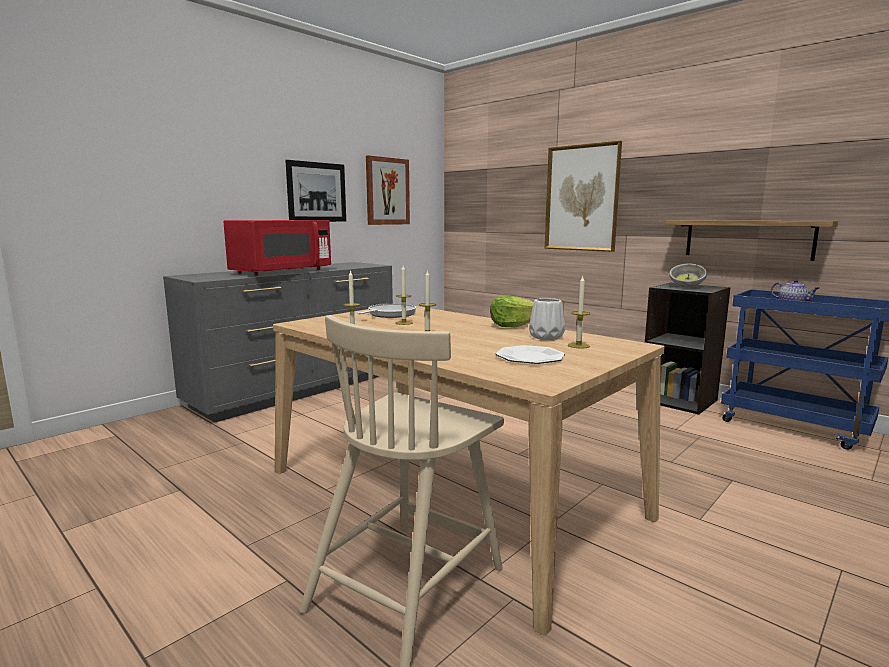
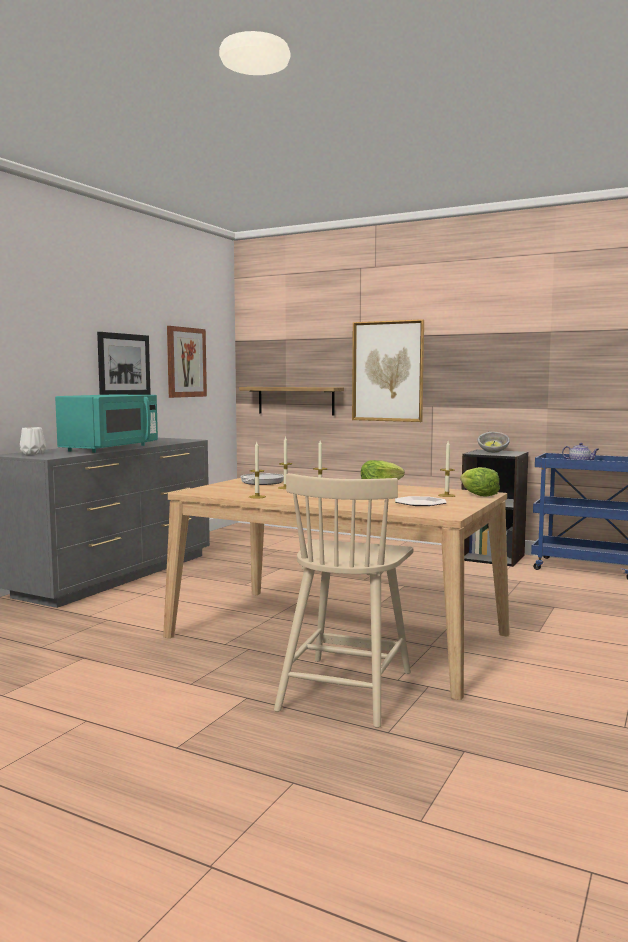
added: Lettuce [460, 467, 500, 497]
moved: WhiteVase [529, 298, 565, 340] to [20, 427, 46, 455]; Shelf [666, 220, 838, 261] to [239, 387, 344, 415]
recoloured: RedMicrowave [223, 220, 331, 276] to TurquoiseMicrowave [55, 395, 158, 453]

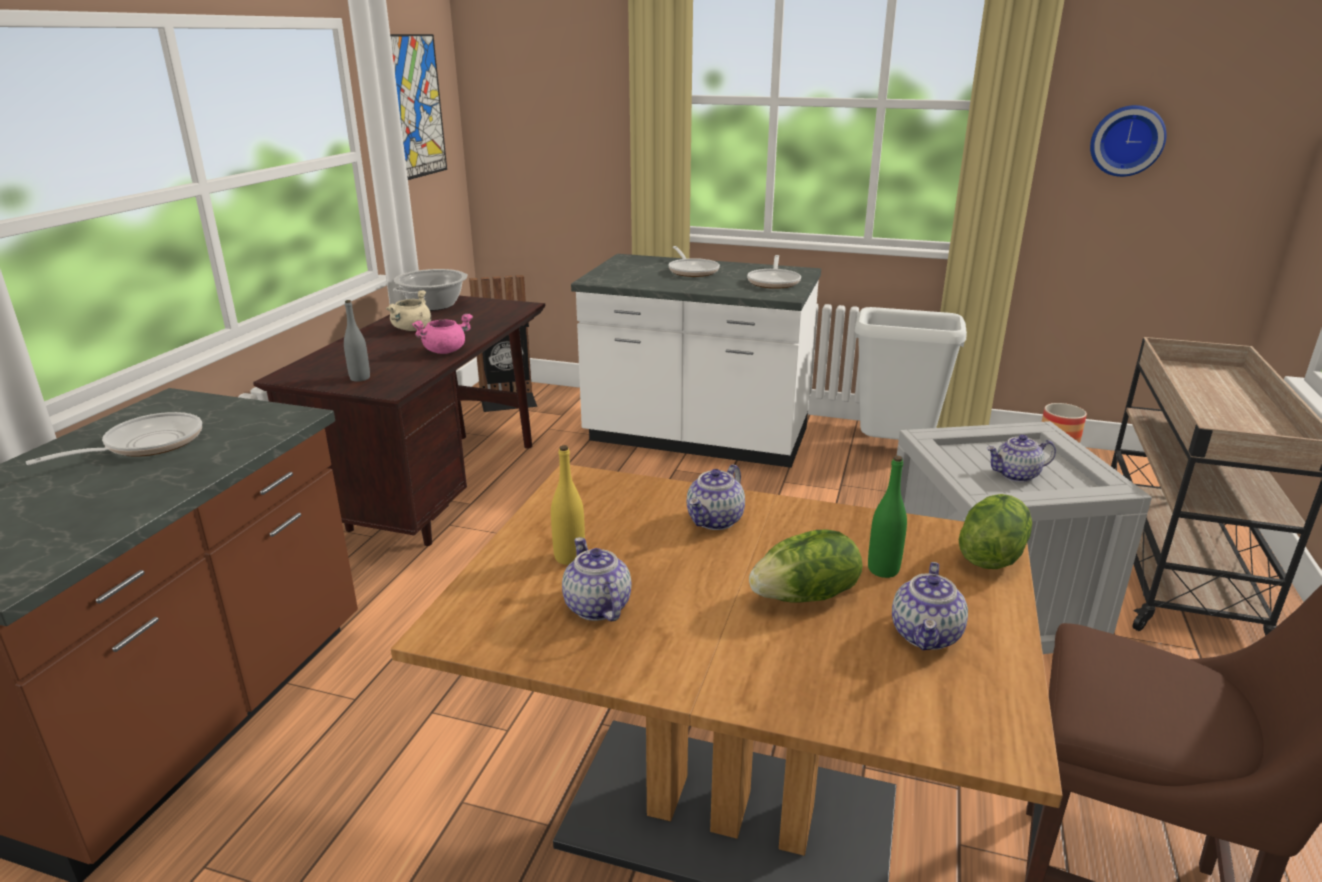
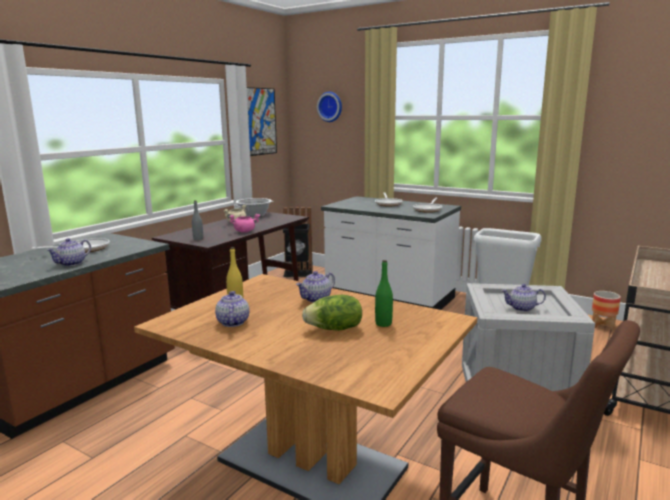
removed: Lettuce [959, 494, 1032, 569]
moved: Teapot [892, 562, 968, 650] to [47, 238, 91, 266]; WallClock [1090, 105, 1167, 177] to [317, 92, 342, 122]

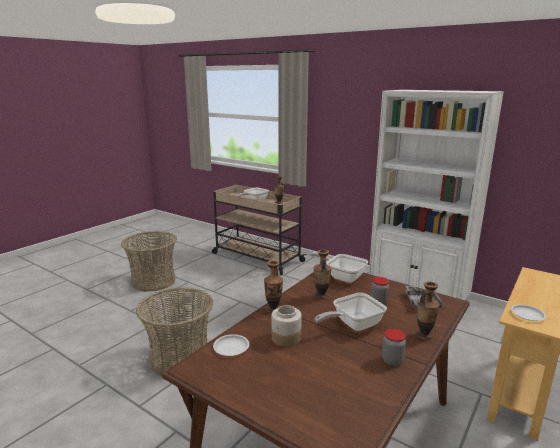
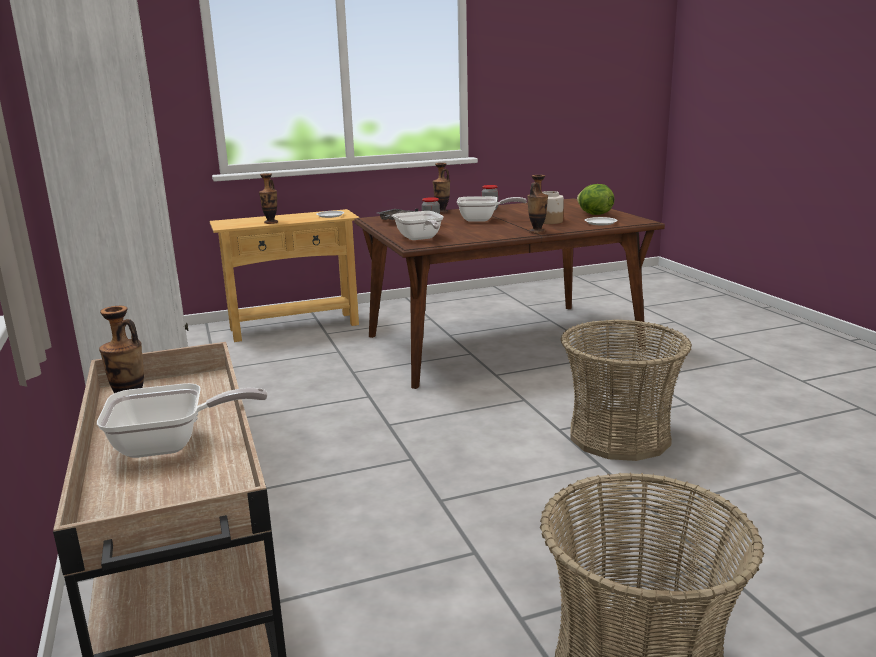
added: Lettuce [577, 184, 614, 215]
moved: Vase [314, 249, 332, 300] to [259, 173, 278, 224]

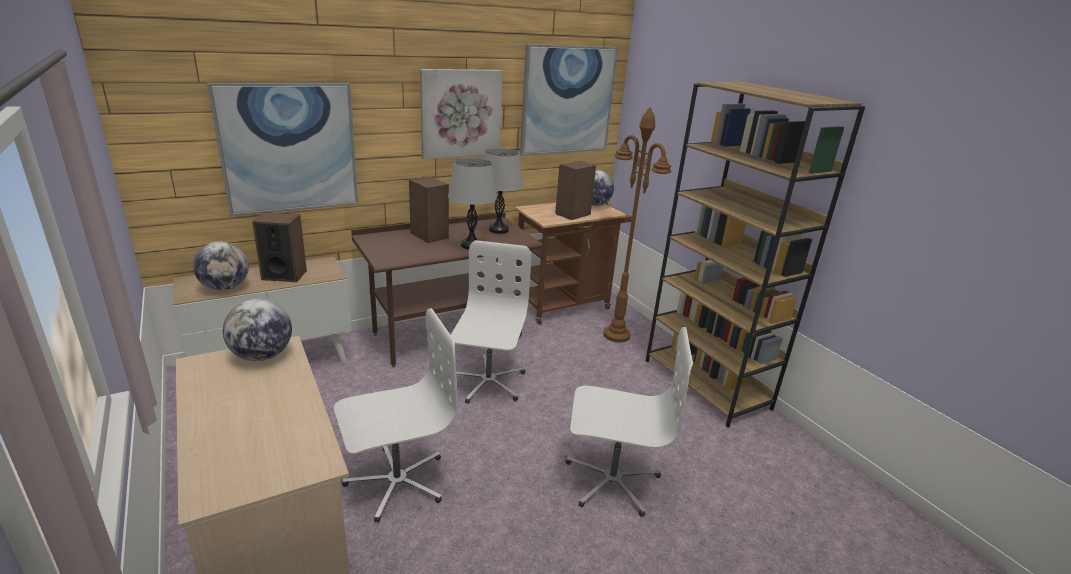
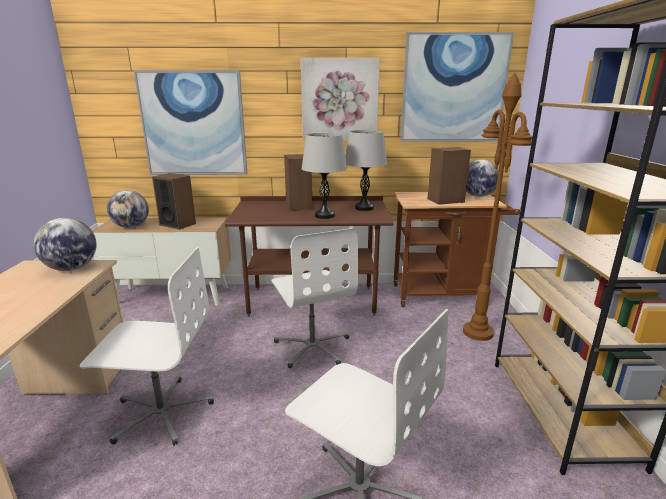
turned: WhiteOfficeChair [449, 240, 531, 404] = [271, 228, 358, 368] 120 degrees clockwise

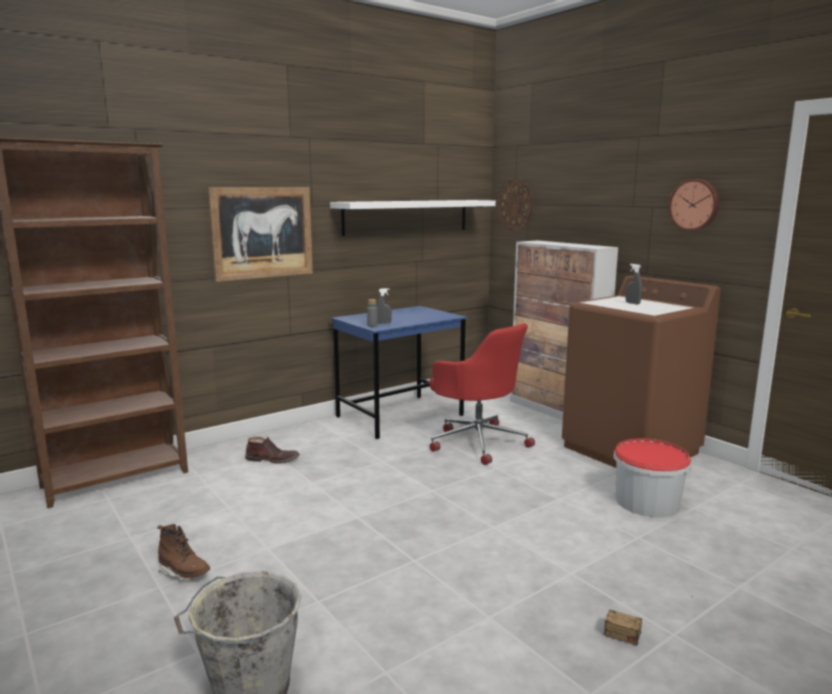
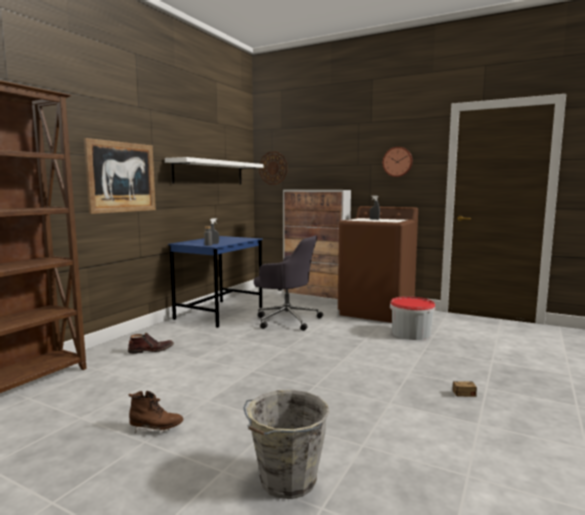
recoloured: RedOfficeChair [429, 323, 535, 465] to GreyOfficeChair [254, 235, 323, 331]

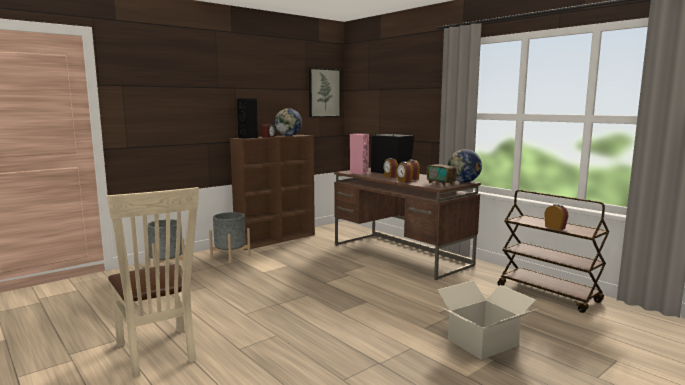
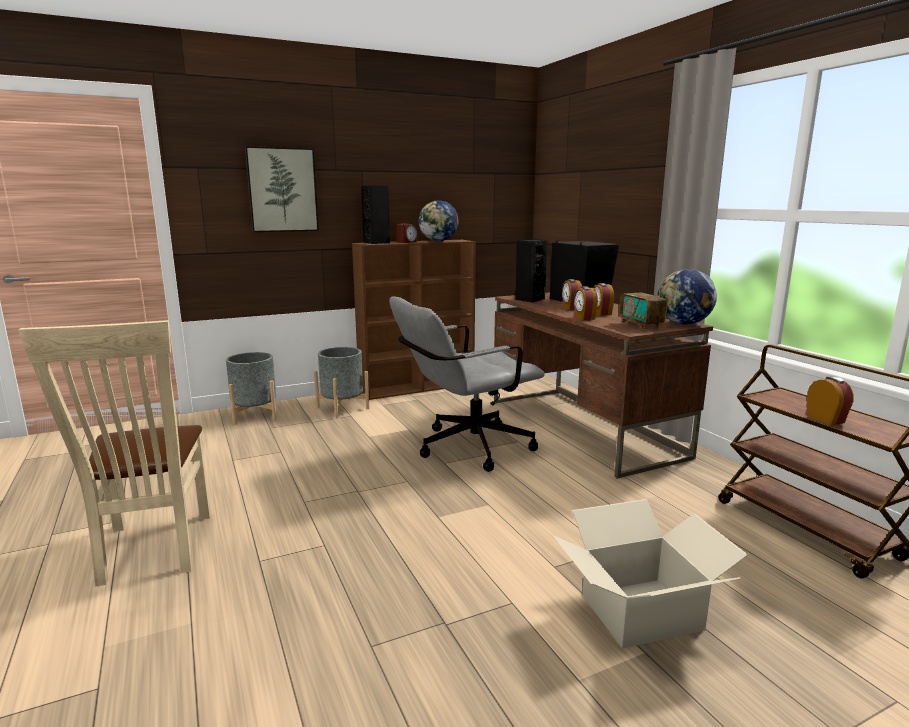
added: GreyOfficeChair [389, 296, 545, 472]
moved: Picture [309, 68, 341, 117] to [245, 146, 319, 232]
recoloured: PinkSpeaker [350, 134, 369, 175] to BlackSpeaker [515, 239, 548, 303]

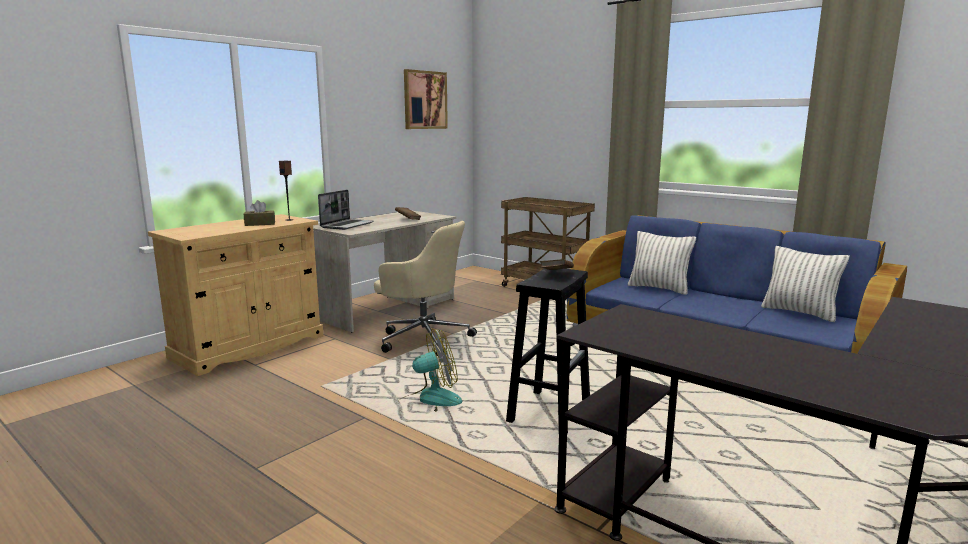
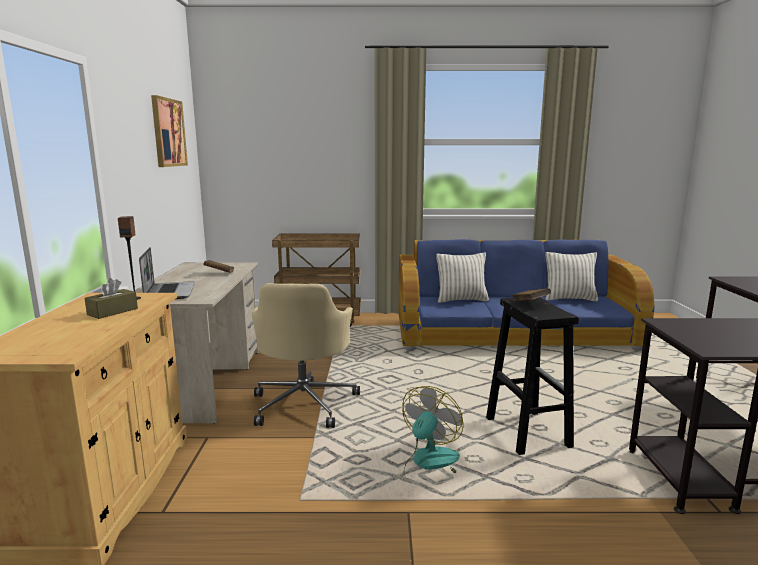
turned: BeigeOfficeChair [374, 221, 477, 356] = [252, 283, 360, 428] 105 degrees clockwise

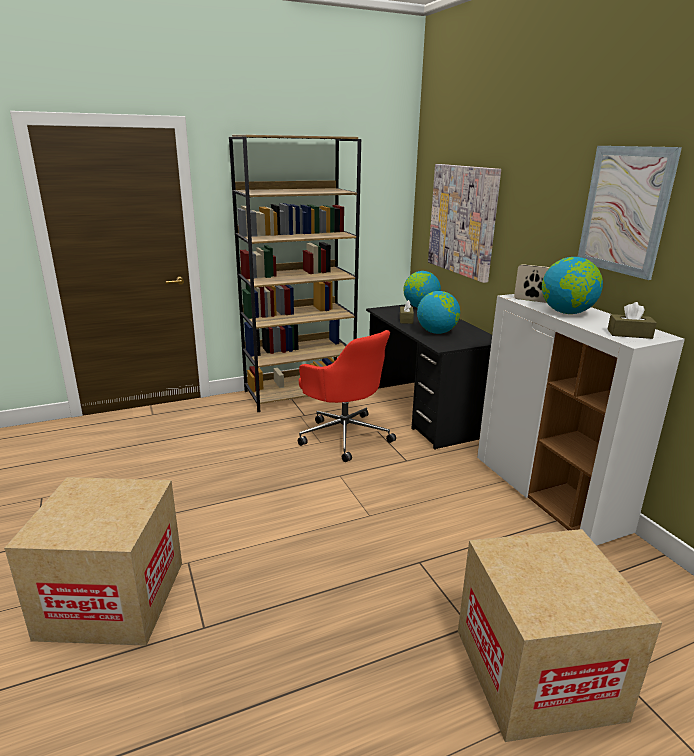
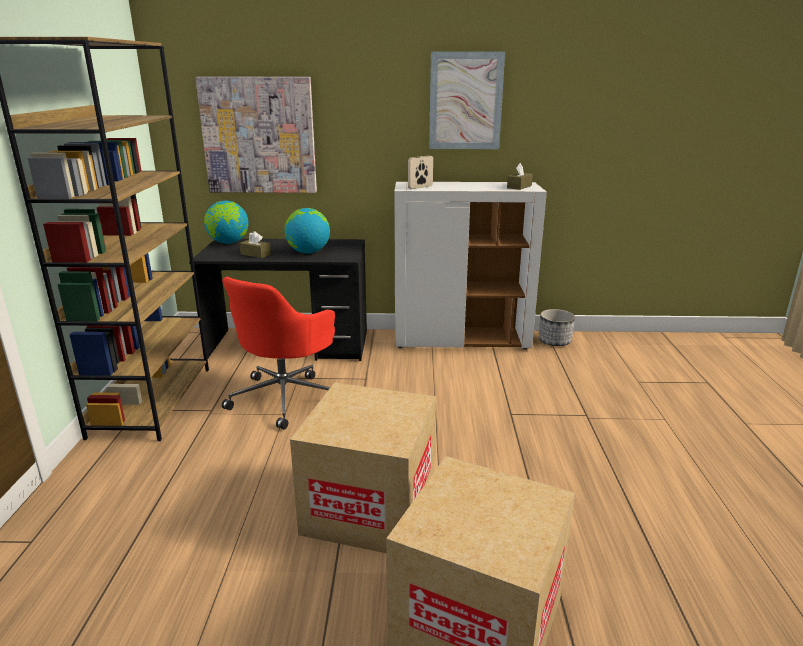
removed: Globe [542, 257, 603, 314]
added: Planter [539, 309, 575, 346]
moved: CardboardBox [458, 529, 662, 742] to [290, 382, 436, 553]
turned: RedOfficeChair [298, 330, 396, 462] = [222, 277, 335, 429] 135 degrees clockwise

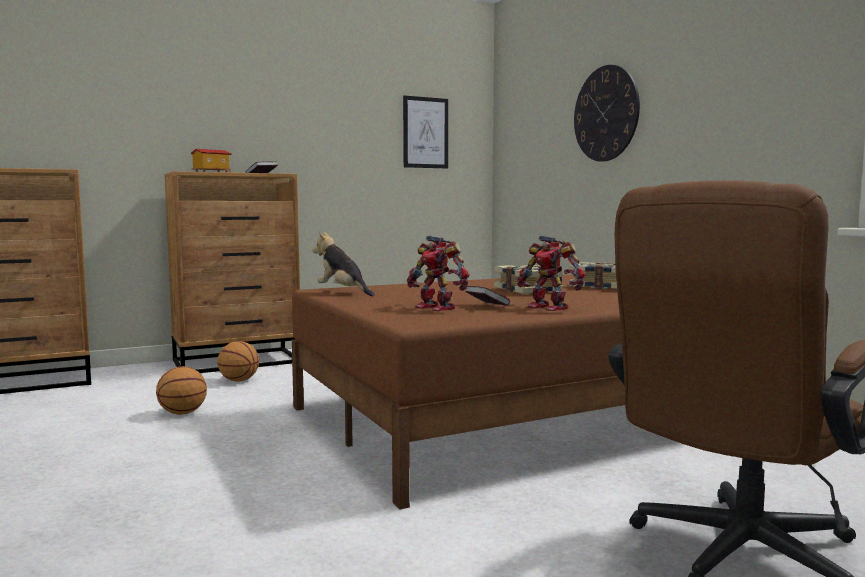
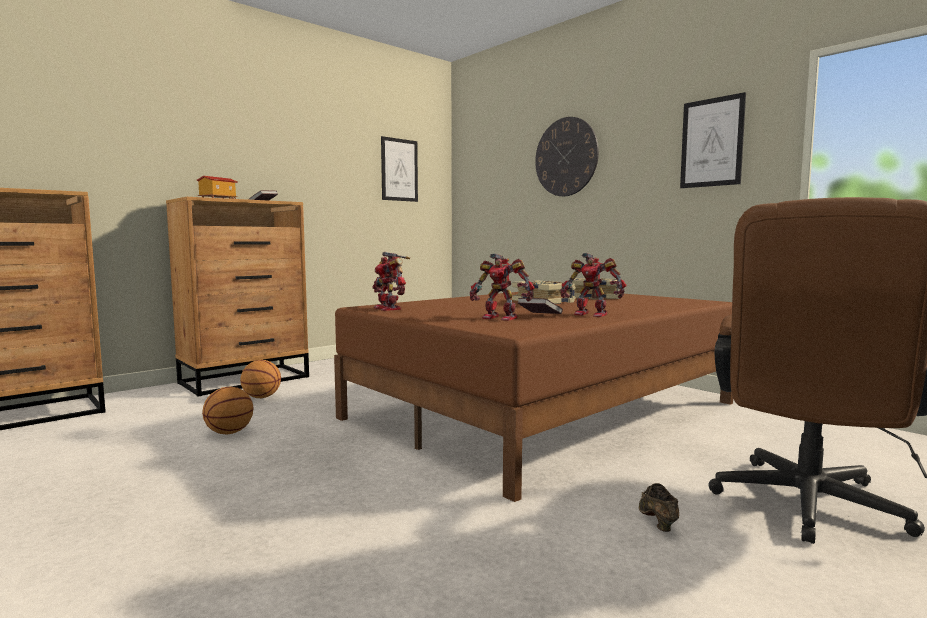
added: BrownShoe [639, 483, 679, 532]; Picture [680, 92, 746, 188]
replaced: PlushToy [312, 231, 374, 296] to ToyRobot [373, 252, 410, 311]

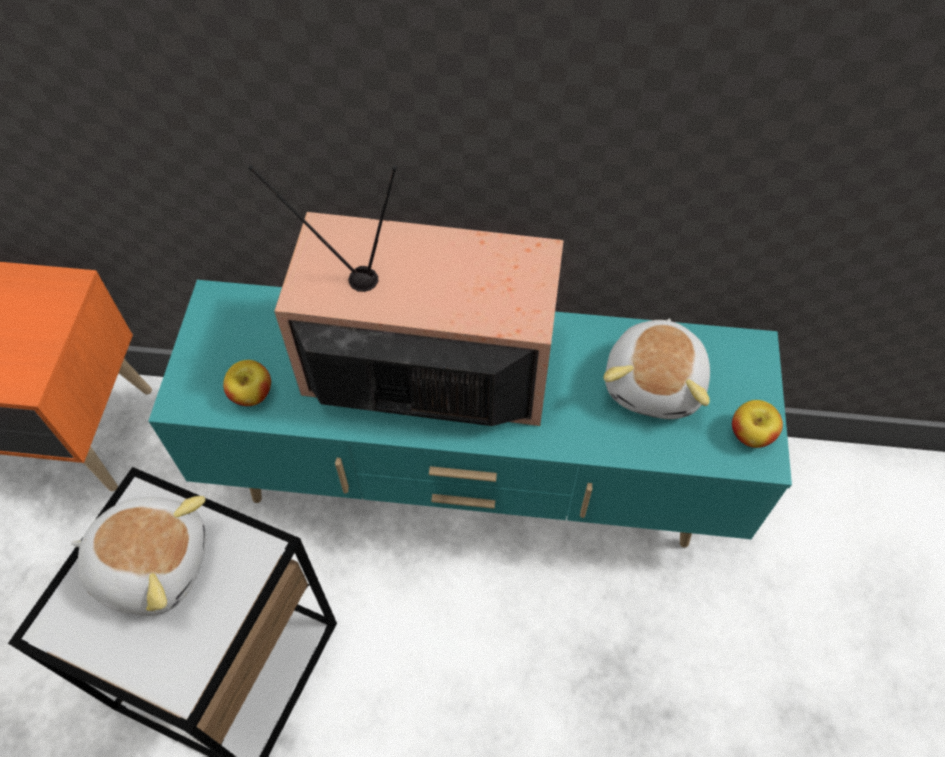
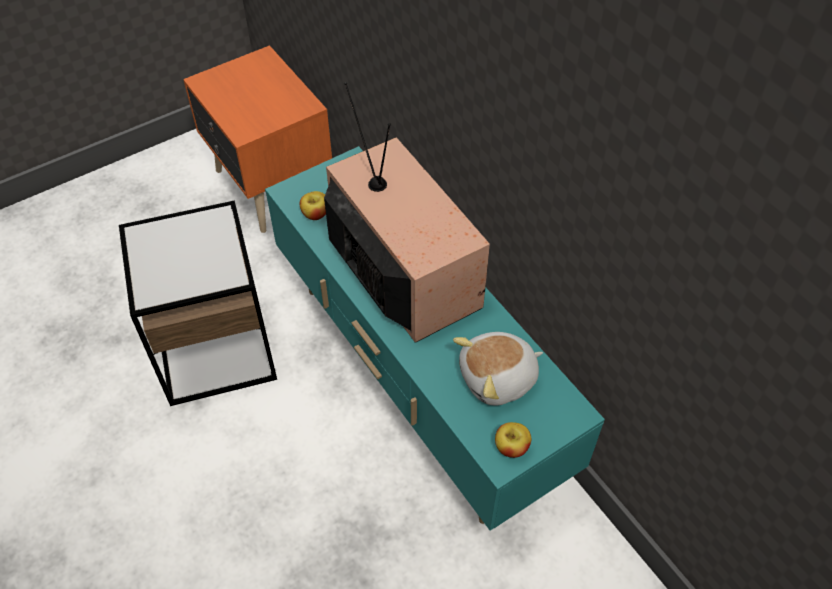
removed: PlushToy [71, 496, 206, 616]

